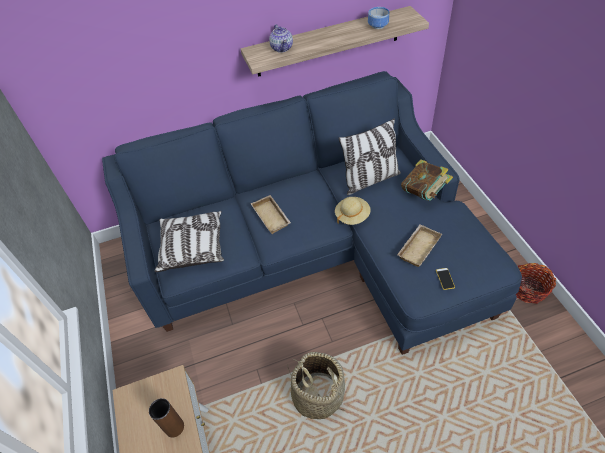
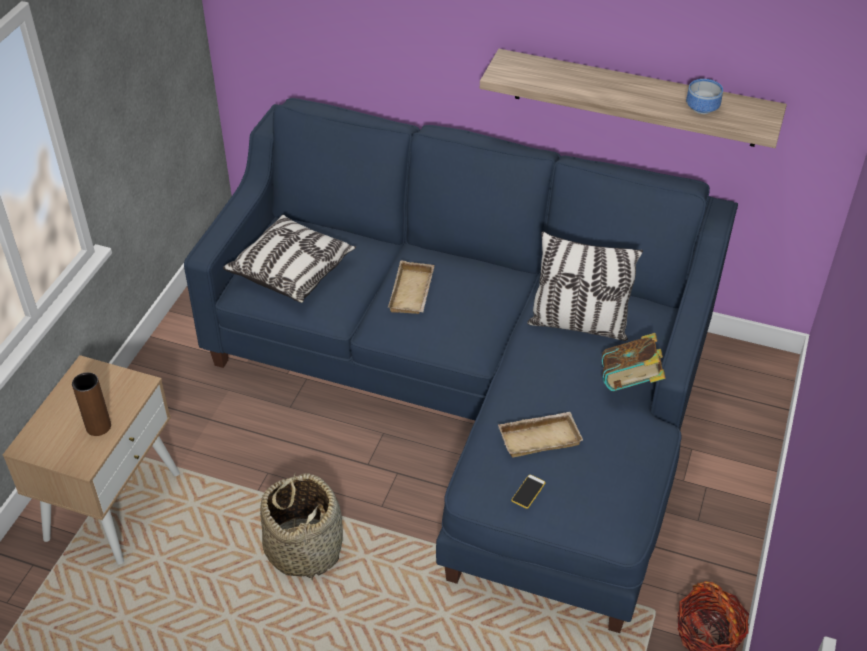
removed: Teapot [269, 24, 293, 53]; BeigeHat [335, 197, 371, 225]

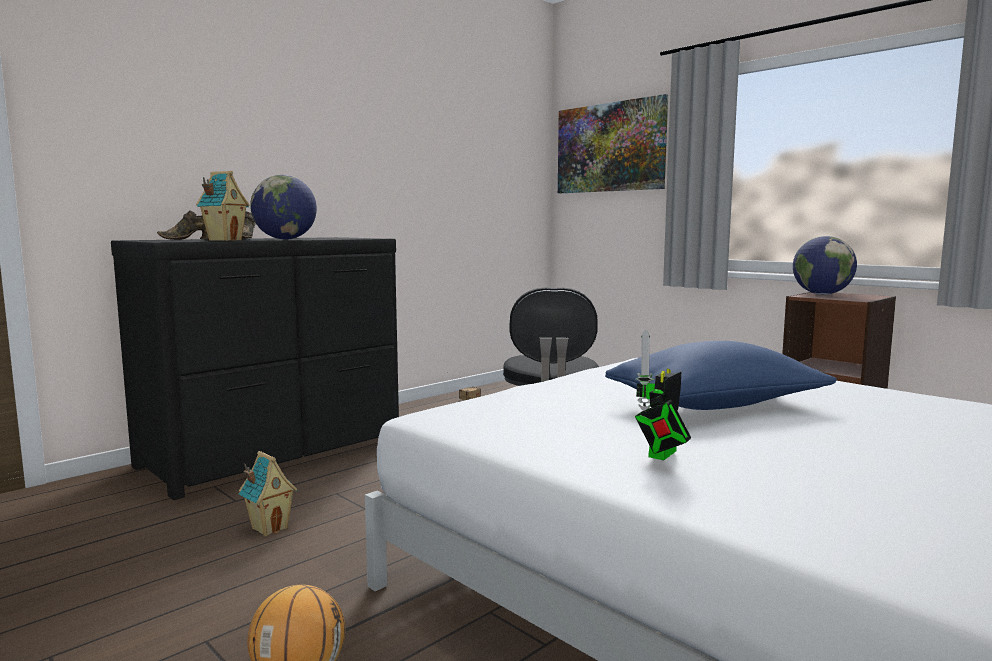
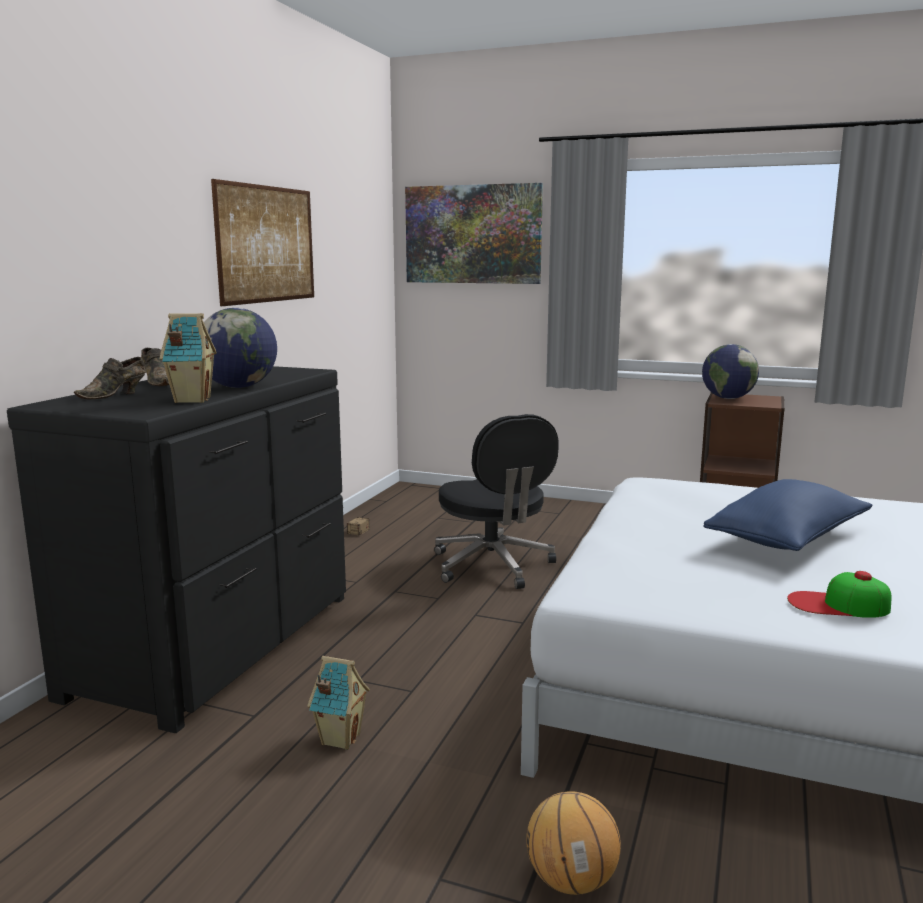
added: Picture [211, 179, 314, 306]
replaced: ToyRobot [635, 329, 691, 460] to Cap [787, 571, 891, 618]

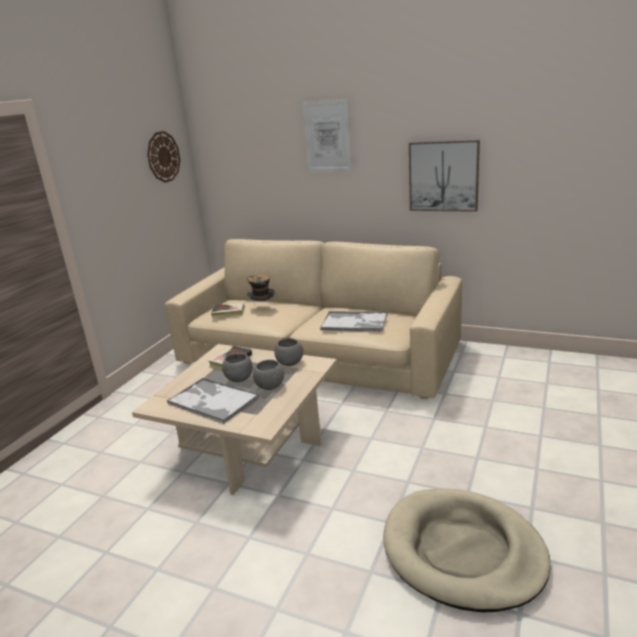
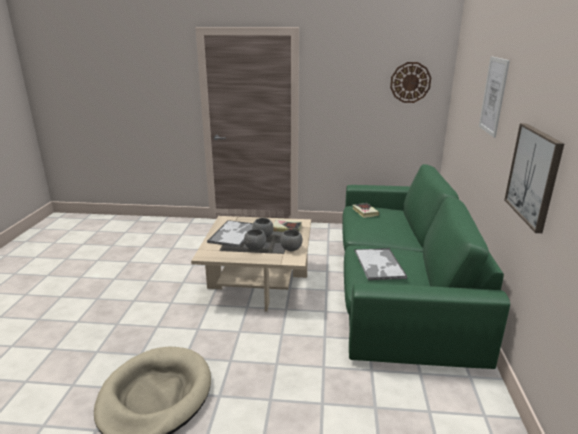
removed: Hat [247, 275, 275, 305]
recoloured: BeigeSofa [165, 239, 462, 399] to GreenSofa [342, 164, 510, 369]

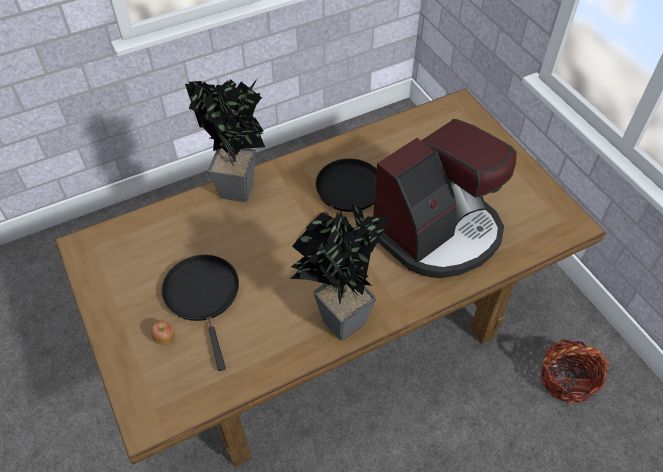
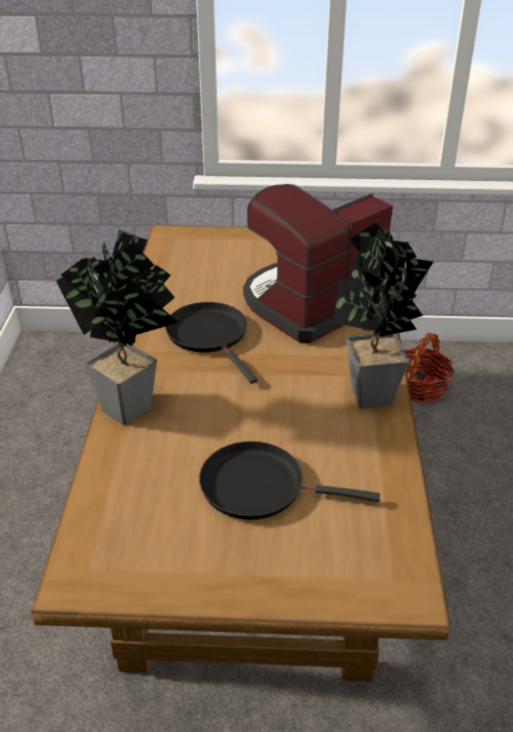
removed: Apple [151, 320, 175, 345]
turned: CoffeeMachine [372, 119, 516, 278] = [243, 184, 393, 343] 120 degrees counterclockwise

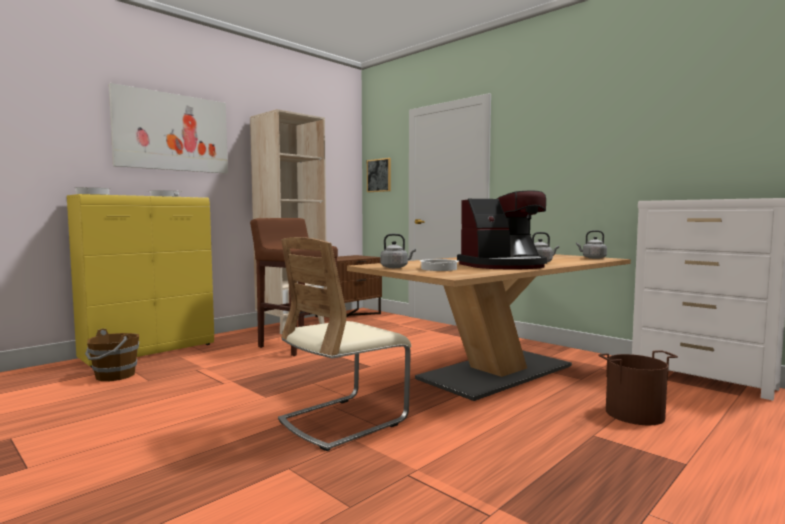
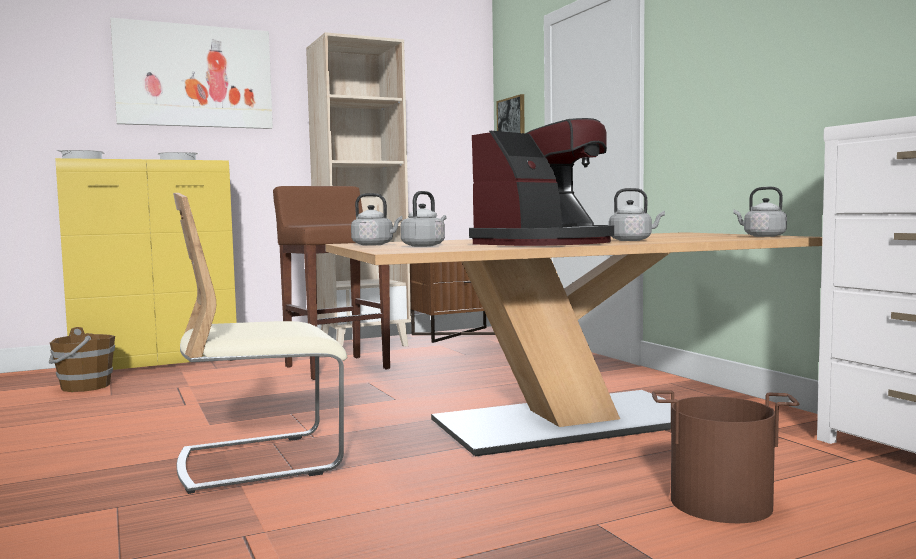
replaced: CookingPot [420, 259, 459, 271] to GreyKettle [400, 191, 447, 247]
turned: CoffeeMachine [457, 191, 547, 269] = [469, 118, 614, 246] 45 degrees counterclockwise

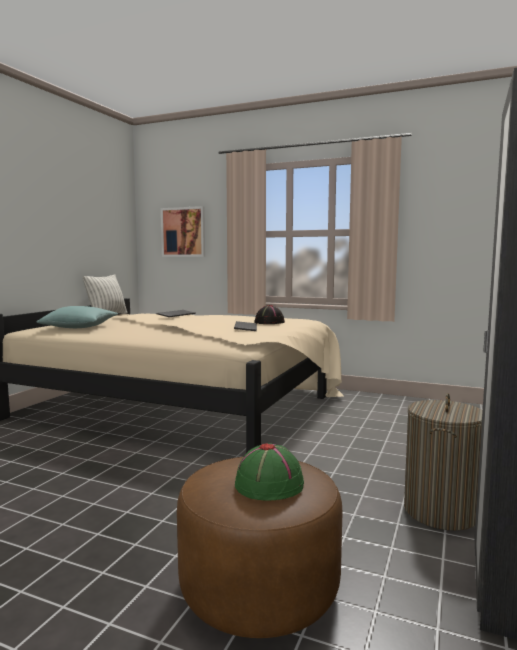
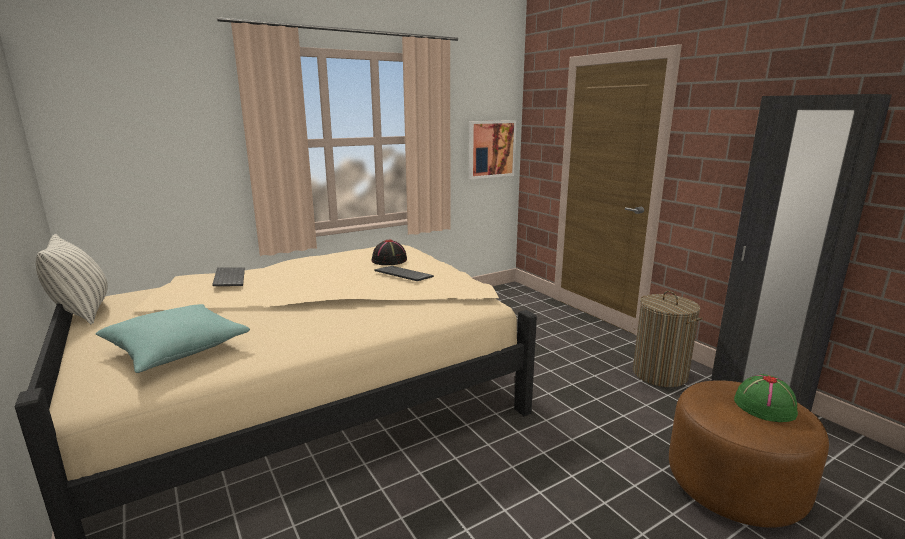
moved: Picture [161, 206, 205, 257] to [469, 120, 517, 179]

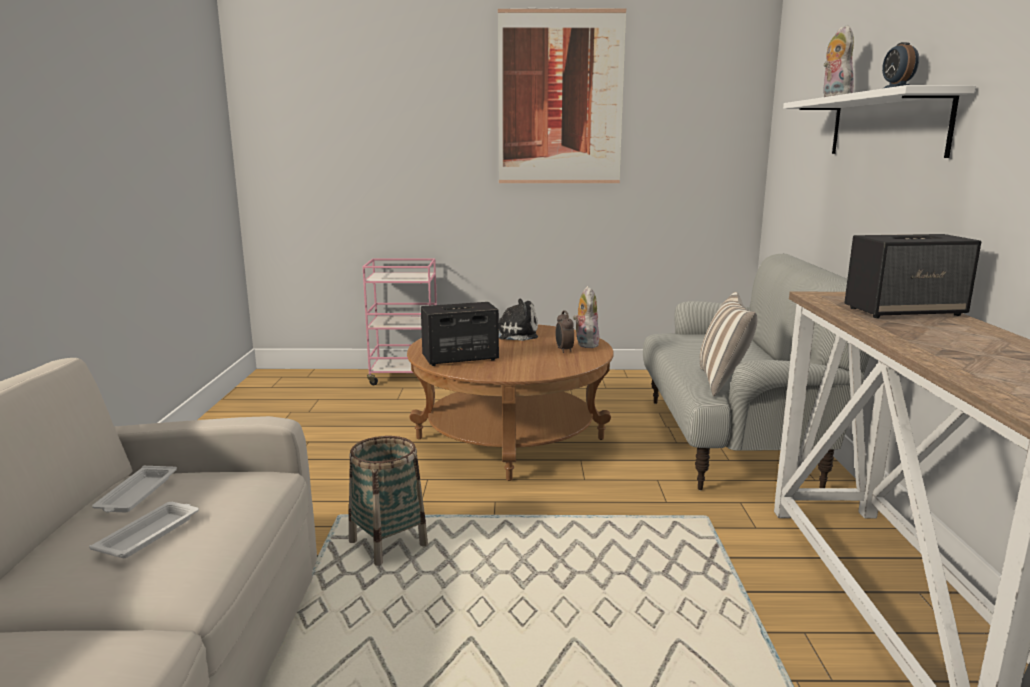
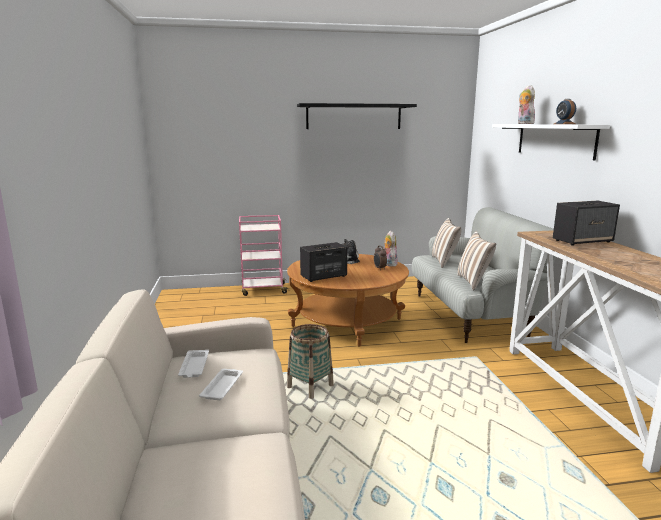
added: Pillow [432, 218, 461, 268]
replaced: Picture [498, 8, 626, 183] to BlackShelf [297, 103, 417, 129]

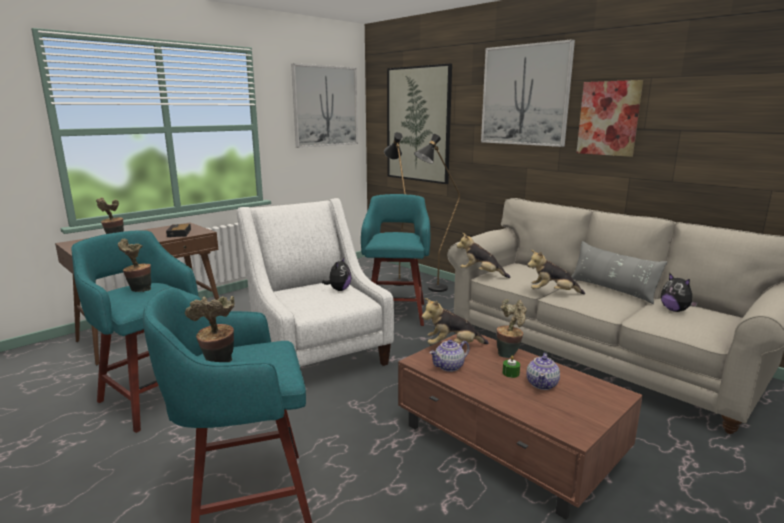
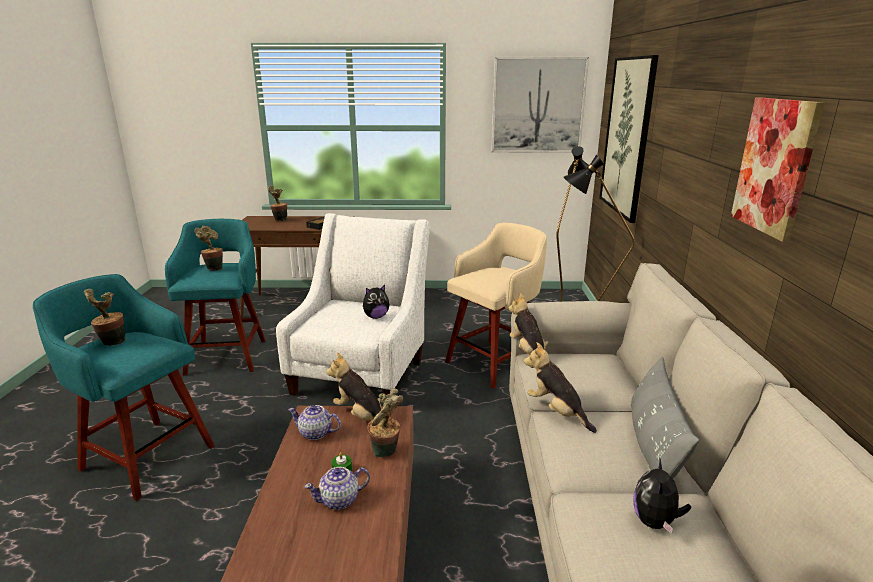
removed: Picture [481, 39, 575, 147]
recoloured: TurquoiseStool [361, 194, 430, 326] to BeigeStool [445, 223, 547, 389]

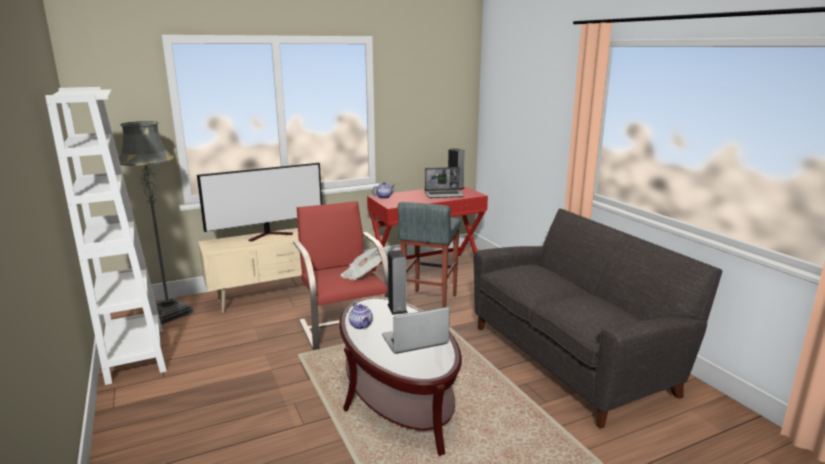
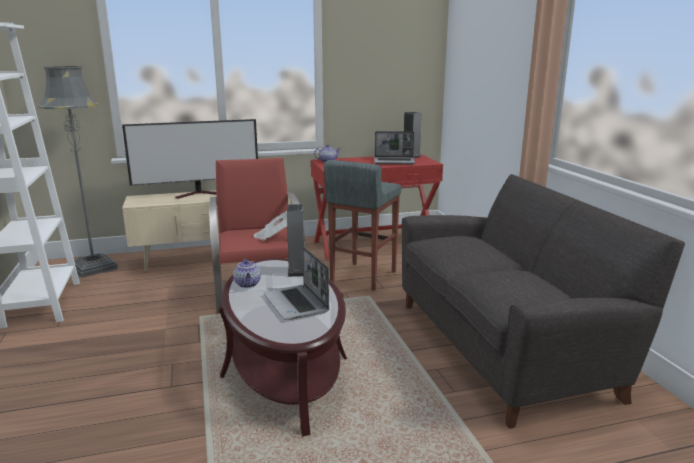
turned: Laptop [382, 307, 450, 354] = [263, 246, 329, 320] 105 degrees counterclockwise

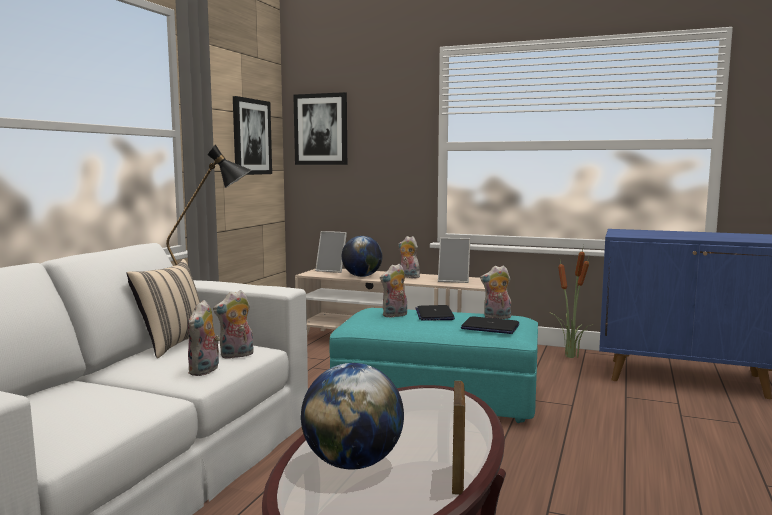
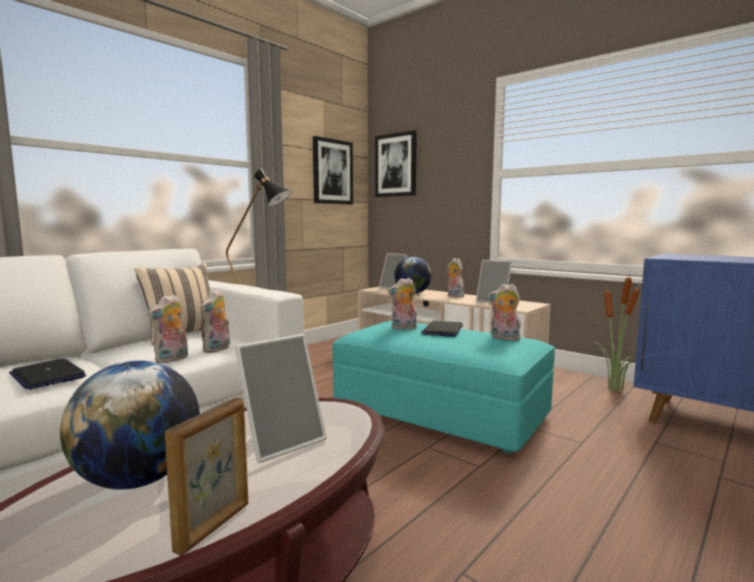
added: PictureFrame [235, 334, 327, 463]
moved: Laptop [461, 316, 519, 334] to [9, 358, 86, 390]
turned: PlushToy [213, 290, 253, 359] = [200, 289, 230, 353] 60 degrees counterclockwise

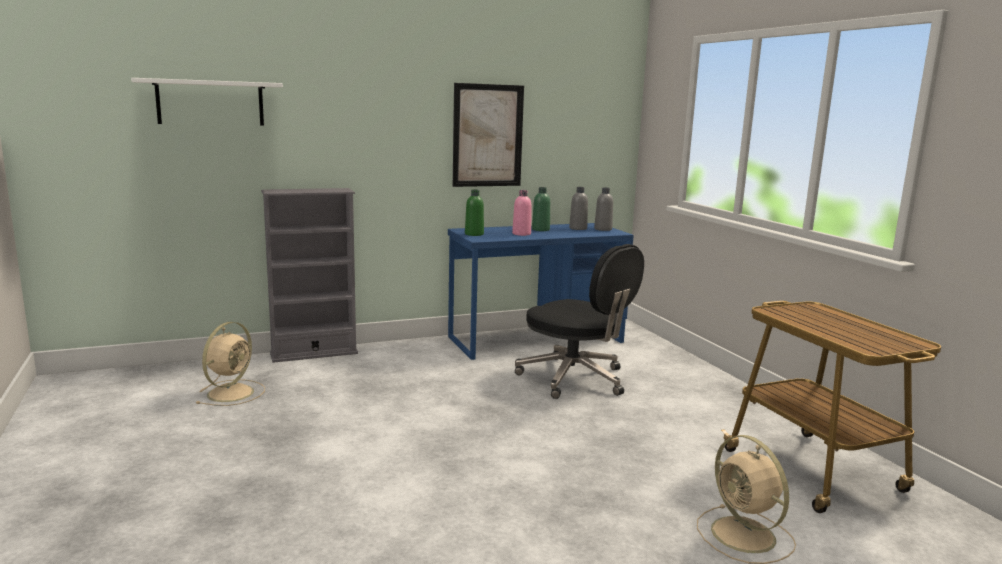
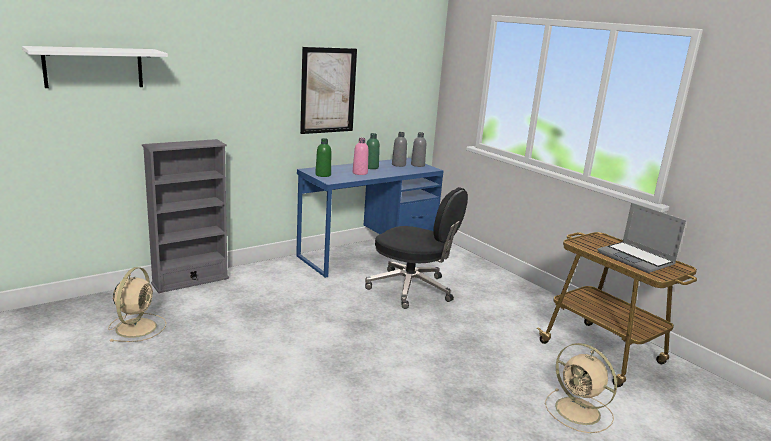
added: Laptop [598, 203, 686, 273]

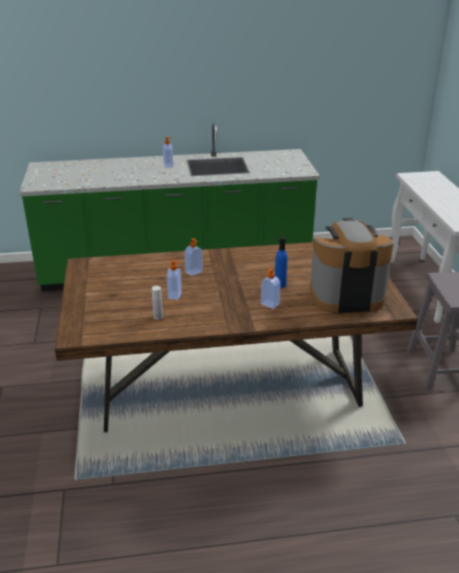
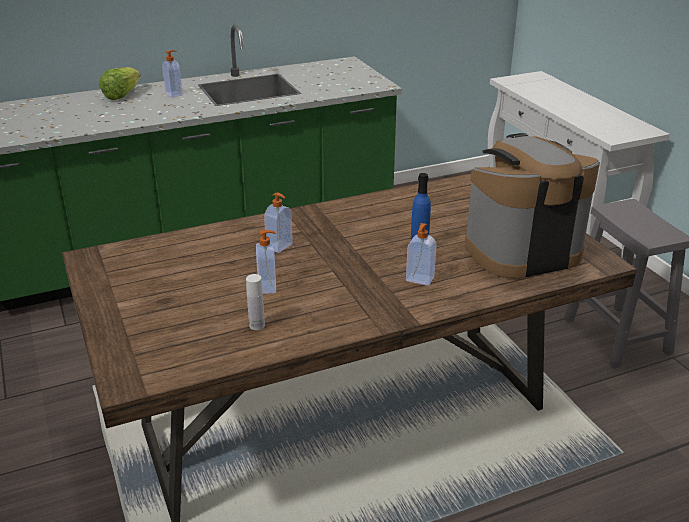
added: Lettuce [99, 67, 141, 100]

